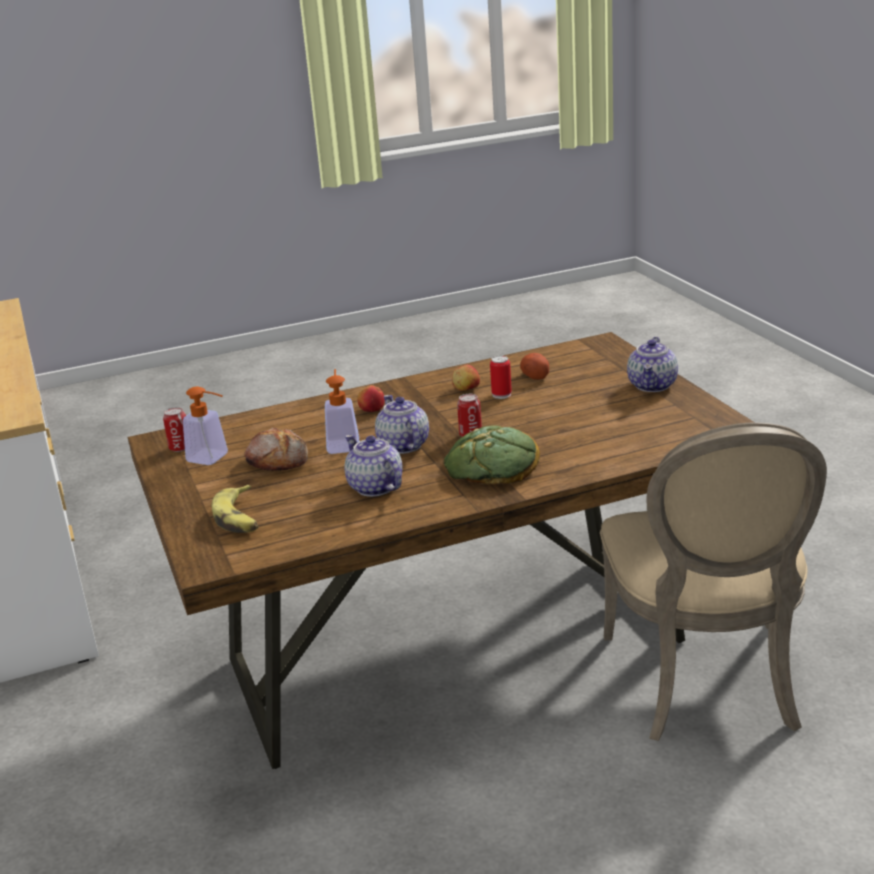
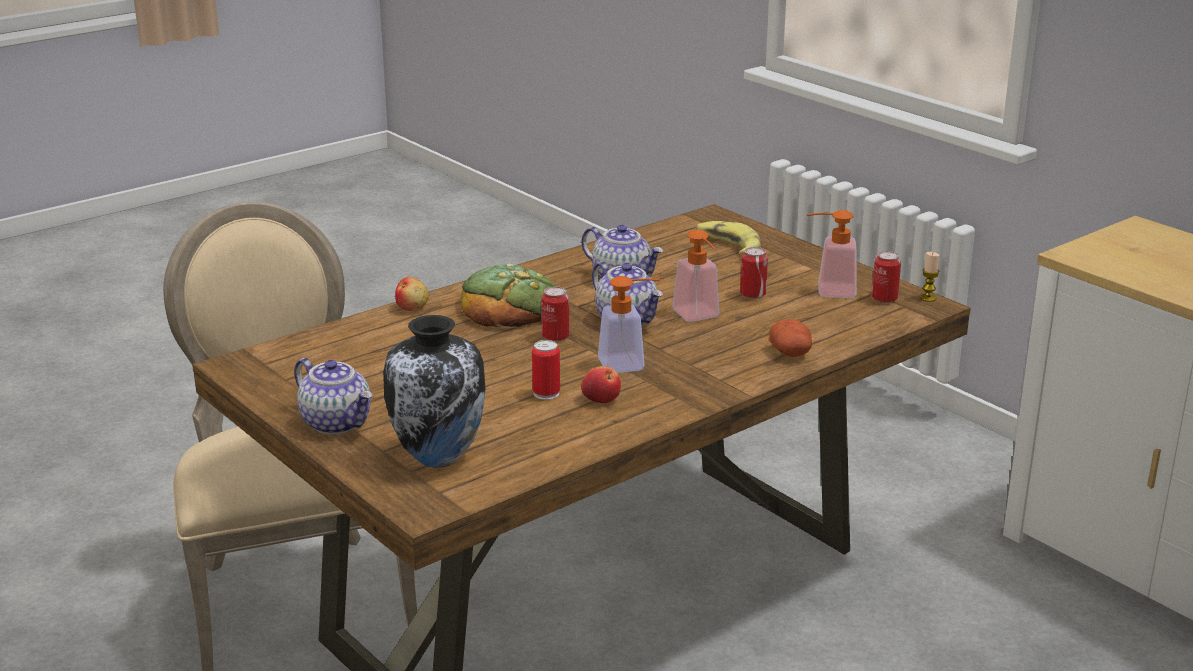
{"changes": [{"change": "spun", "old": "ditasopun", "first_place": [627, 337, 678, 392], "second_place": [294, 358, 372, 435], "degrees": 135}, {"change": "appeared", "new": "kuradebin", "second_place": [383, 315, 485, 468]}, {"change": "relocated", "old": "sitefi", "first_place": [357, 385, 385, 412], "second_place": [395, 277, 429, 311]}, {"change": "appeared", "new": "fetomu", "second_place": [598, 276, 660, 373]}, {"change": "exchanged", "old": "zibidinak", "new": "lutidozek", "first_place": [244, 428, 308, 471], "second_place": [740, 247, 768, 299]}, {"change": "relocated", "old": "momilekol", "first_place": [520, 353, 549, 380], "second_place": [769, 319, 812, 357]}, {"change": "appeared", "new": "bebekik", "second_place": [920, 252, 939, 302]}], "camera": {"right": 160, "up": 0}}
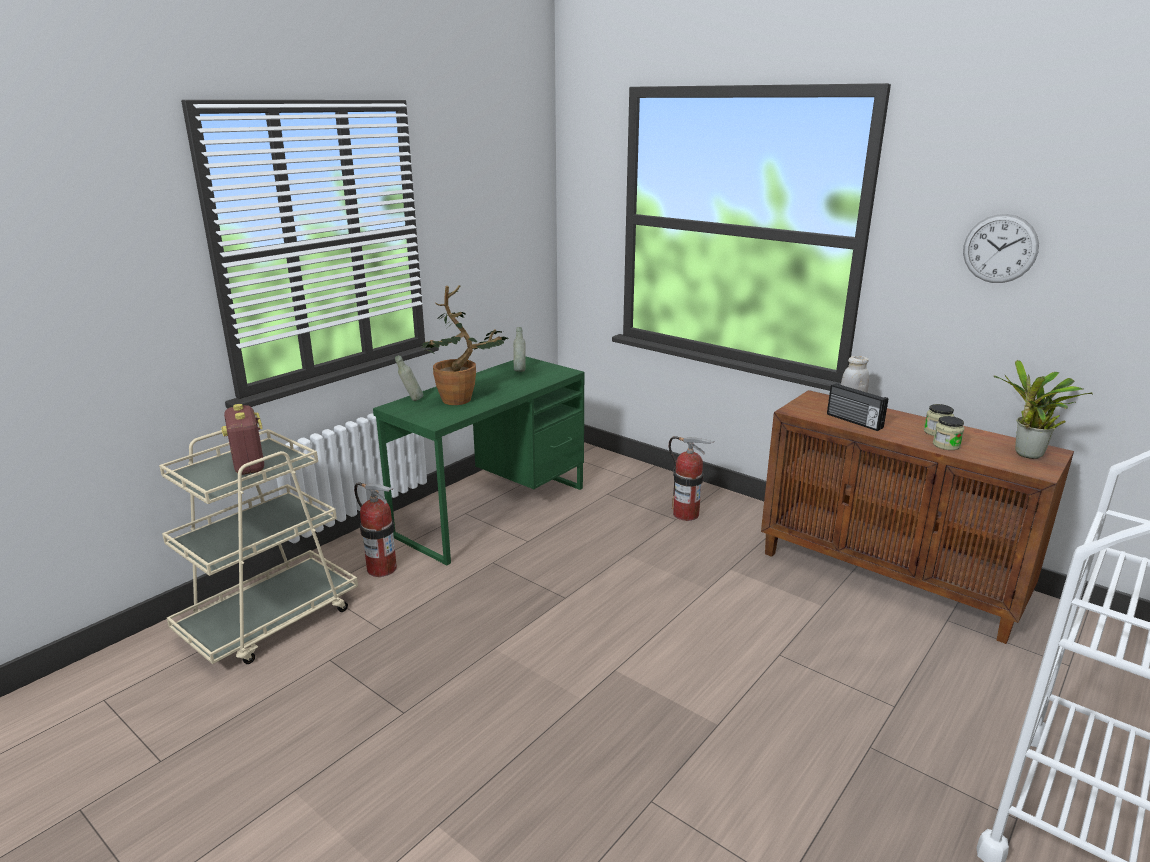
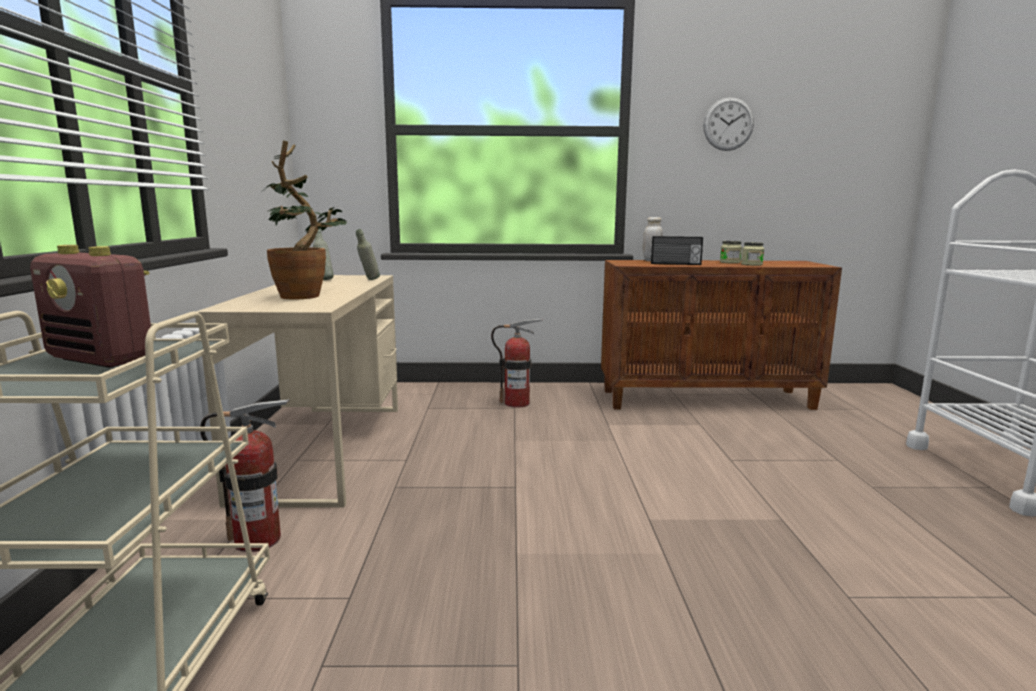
{"changes": [{"change": "colour", "old": "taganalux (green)", "new": "taganalux (beige)", "first_place": [373, 356, 585, 565], "second_place": [196, 275, 398, 507]}, {"change": "relocated", "old": "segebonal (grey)", "first_place": [395, 355, 423, 401], "second_place": [356, 229, 380, 280]}, {"change": "missing", "old": "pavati", "first_place": [994, 360, 1093, 459]}], "camera": {"right": -40, "up": -10}}
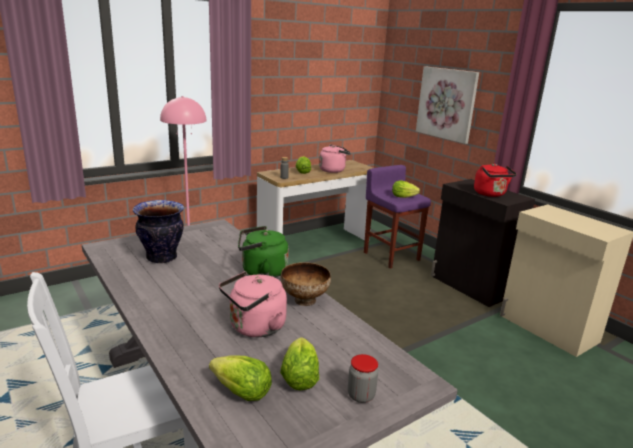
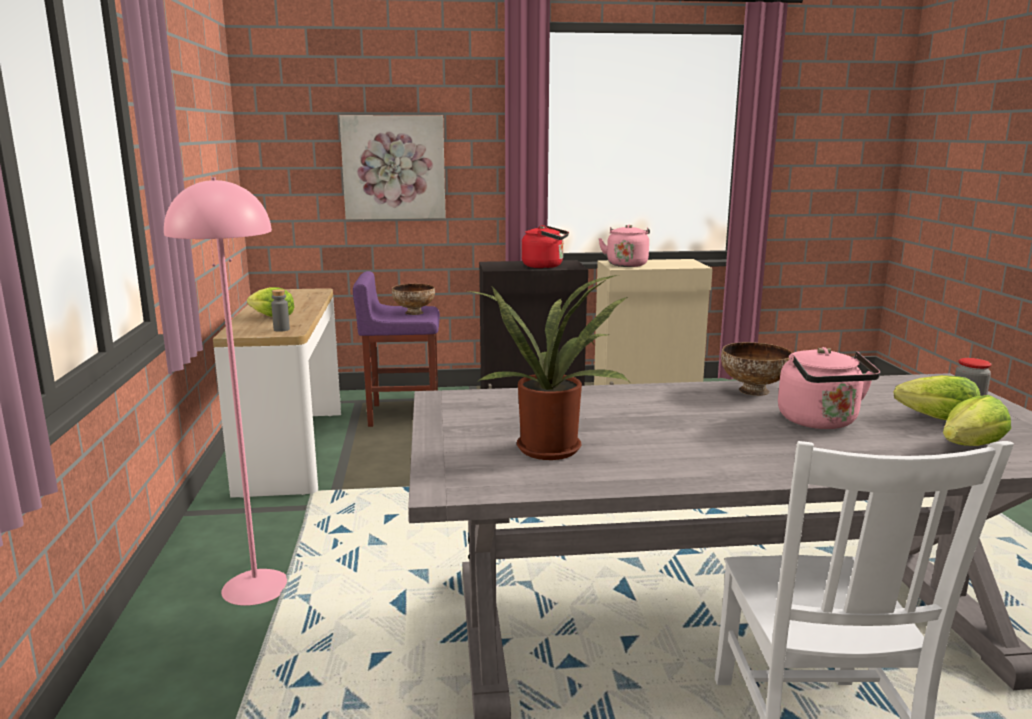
{"changes": [{"change": "exchanged", "old": "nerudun", "new": "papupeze", "first_place": [392, 180, 420, 198], "second_place": [392, 284, 435, 315]}, {"change": "exchanged", "old": "kuradebin", "new": "pavati", "first_place": [133, 200, 184, 263], "second_place": [468, 275, 629, 460]}, {"change": "relocated", "old": "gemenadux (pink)", "first_place": [319, 144, 351, 173], "second_place": [598, 224, 650, 267]}, {"change": "missing", "old": "gemenadux (green)", "first_place": [238, 226, 289, 278]}], "camera": {"right": -60, "up": -5}}
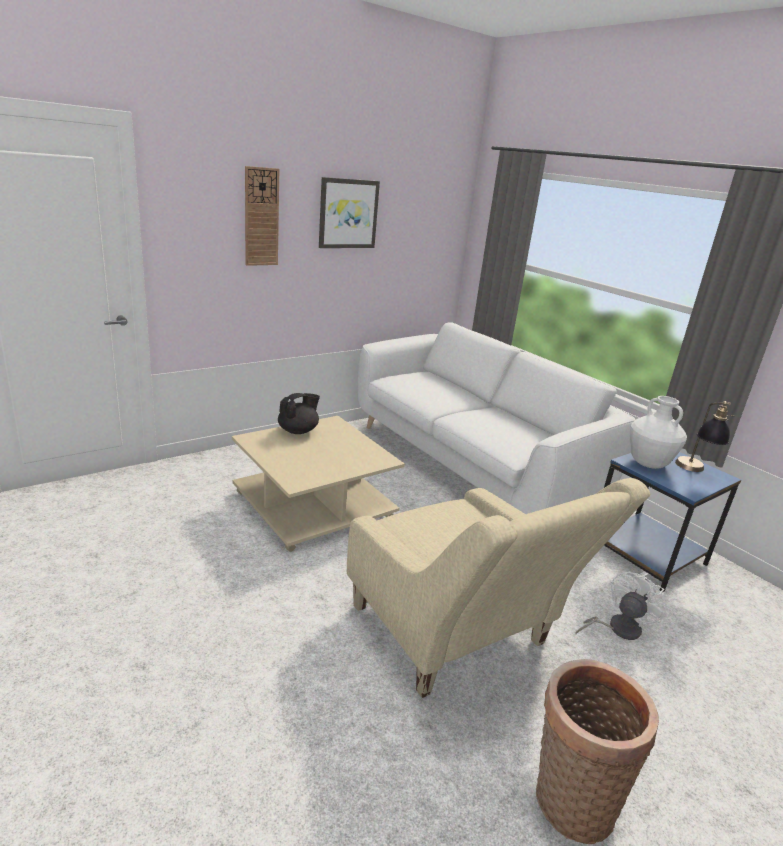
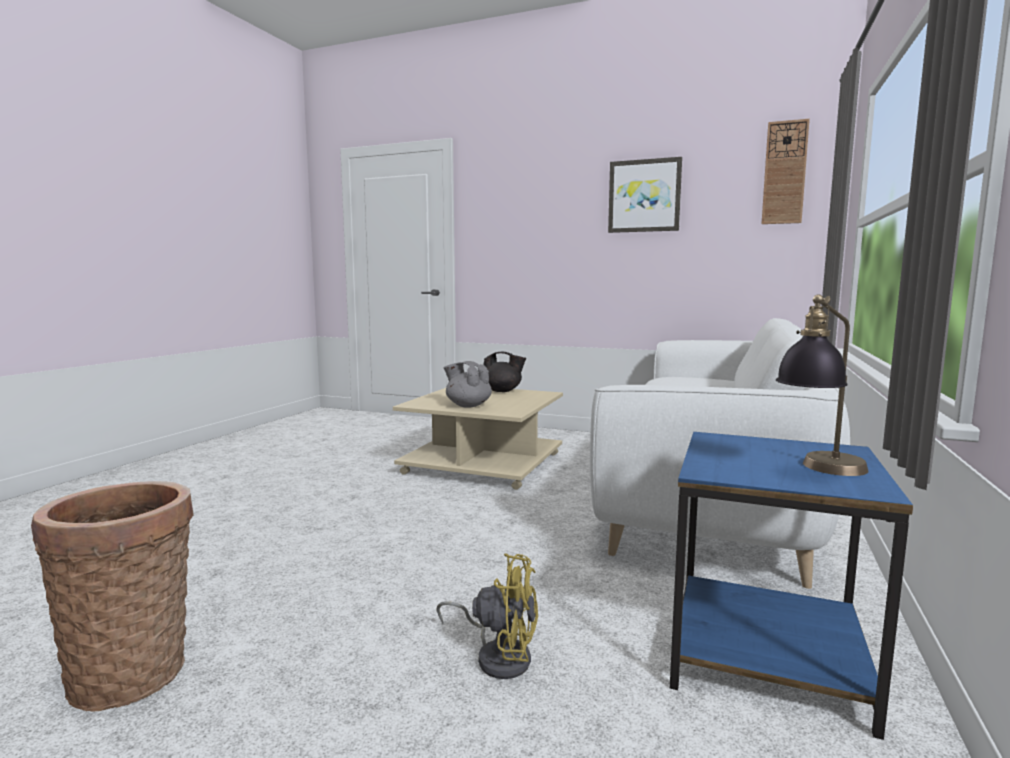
{"changes": [{"change": "colour", "old": "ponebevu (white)", "new": "ponebevu (yellow)", "first_place": [576, 571, 666, 640], "second_place": [436, 553, 538, 679]}, {"change": "appeared", "new": "ditasopun (grey)", "second_place": [444, 361, 492, 407]}, {"change": "relocated", "old": "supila", "first_place": [245, 166, 279, 266], "second_place": [761, 119, 810, 224]}, {"change": "missing", "old": "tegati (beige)", "first_place": [347, 478, 650, 698]}, {"change": "missing", "old": "kuradebin (white)", "first_place": [630, 396, 687, 469]}], "camera": {"right": 60, "up": -15}}
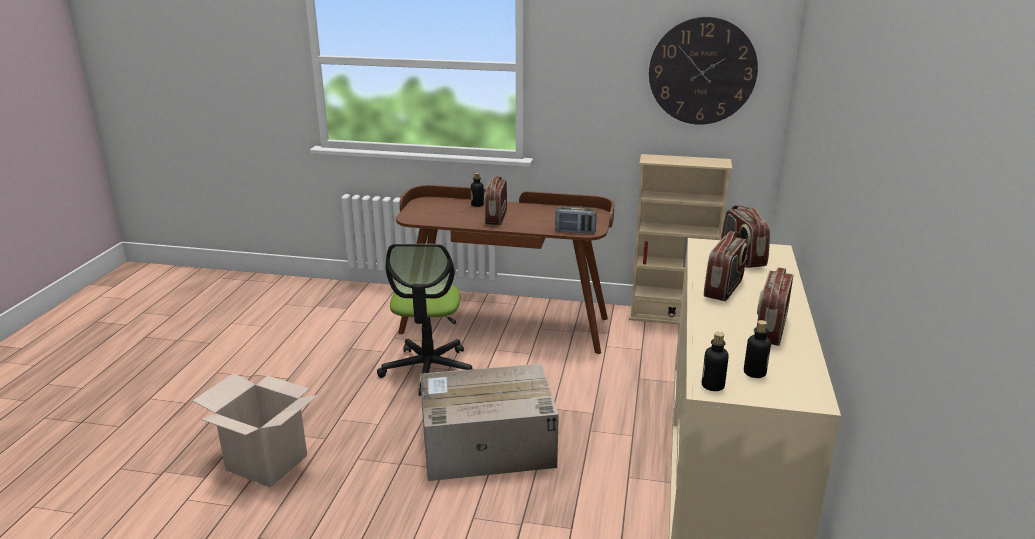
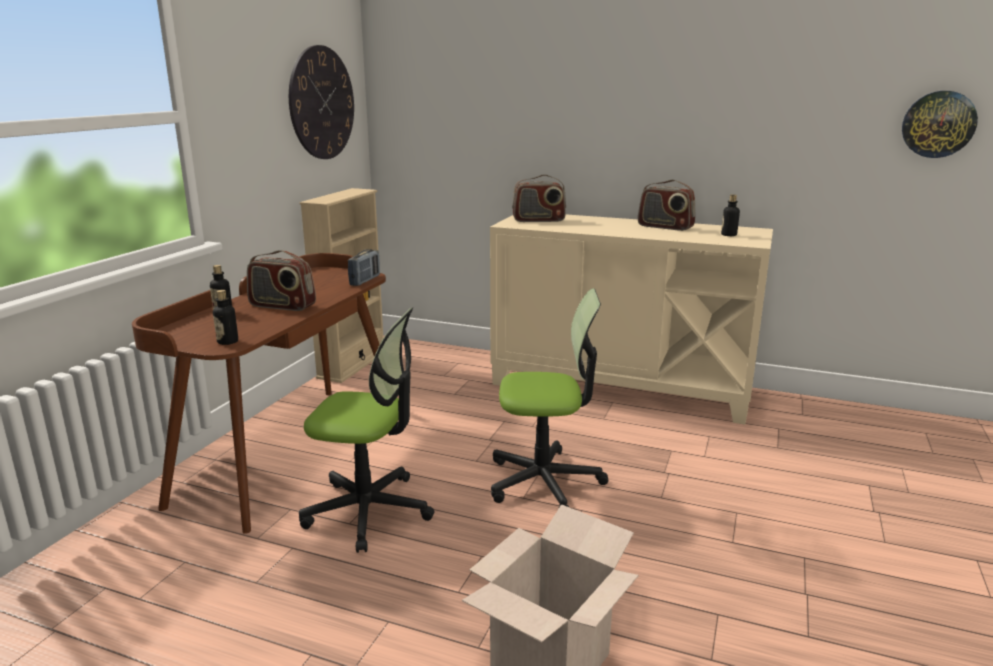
{"changes": [{"change": "relocated", "old": "segebonal", "first_place": [702, 332, 729, 391], "second_place": [213, 290, 238, 345]}, {"change": "exchanged", "old": "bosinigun", "new": "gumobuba", "first_place": [420, 364, 559, 481], "second_place": [491, 288, 608, 509]}, {"change": "appeared", "new": "supila", "second_place": [902, 91, 978, 158]}, {"change": "missing", "old": "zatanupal", "first_place": [704, 231, 748, 301]}], "camera": {"right": -80, "up": -5}}
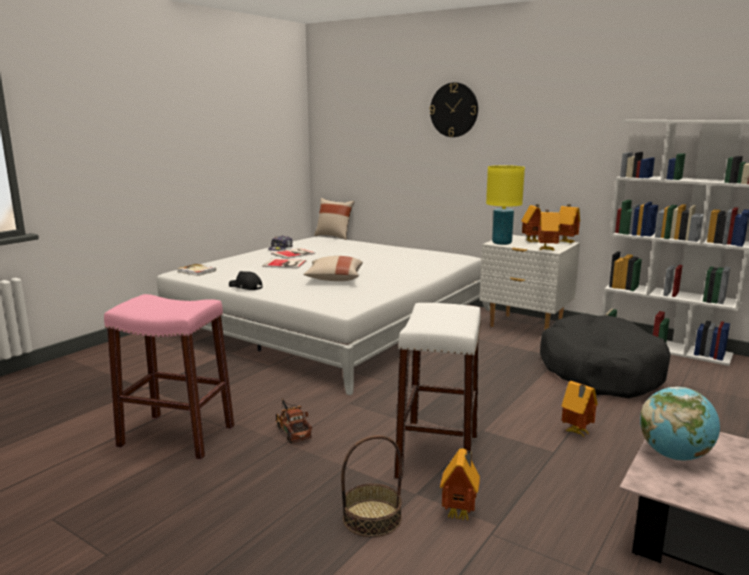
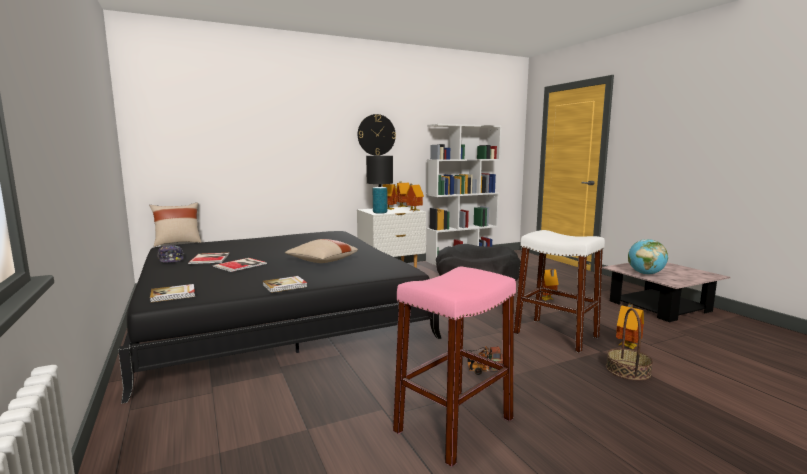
{"changes": [{"change": "colour", "old": "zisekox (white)", "new": "zisekox (black)", "first_place": [156, 237, 490, 395], "second_place": [118, 231, 442, 404]}, {"change": "exchanged", "old": "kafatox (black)", "new": "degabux", "first_place": [229, 271, 263, 290], "second_place": [263, 276, 307, 293]}, {"change": "relocated", "old": "supila", "first_place": [430, 82, 478, 137], "second_place": [358, 114, 396, 156]}, {"change": "colour", "old": "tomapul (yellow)", "new": "tomapul (black)", "first_place": [486, 165, 525, 245], "second_place": [366, 156, 393, 214]}], "camera": {"right": -60, "up": -5}}
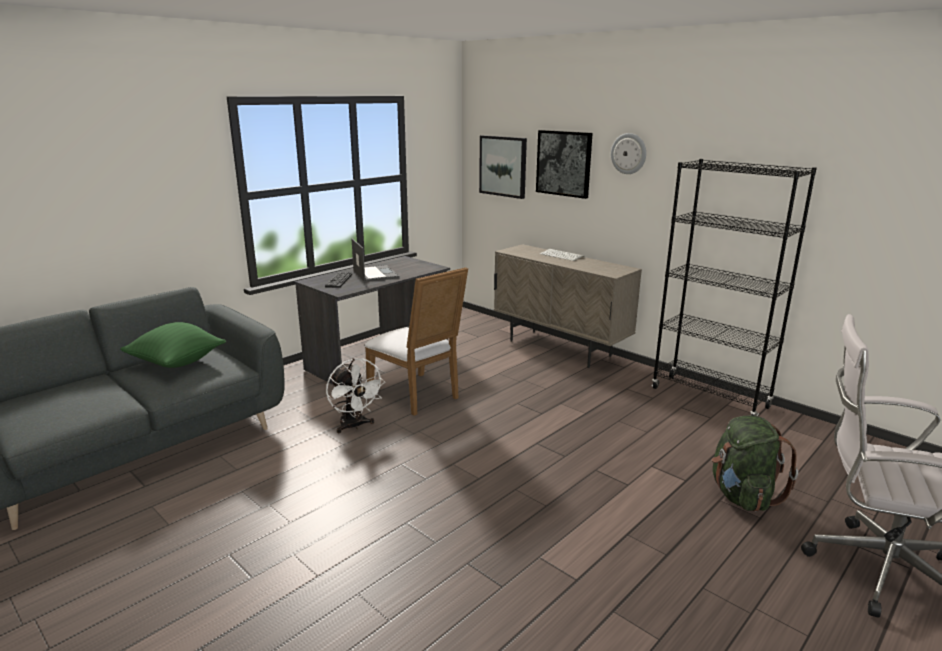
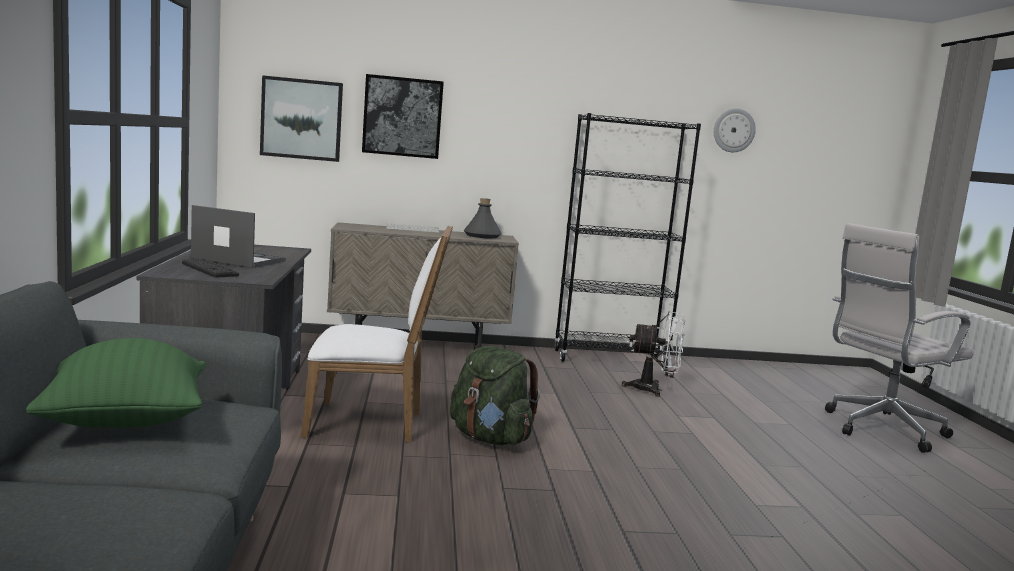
{"changes": [{"change": "relocated", "old": "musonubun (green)", "first_place": [712, 415, 798, 511], "second_place": [450, 346, 540, 445]}, {"change": "appeared", "new": "segebonal (grey)", "second_place": [464, 198, 502, 238]}, {"change": "relocated", "old": "ponebevu (white)", "first_place": [326, 358, 385, 433], "second_place": [622, 312, 685, 397]}, {"change": "relocated", "old": "supila", "first_place": [611, 133, 646, 174], "second_place": [714, 108, 756, 152]}], "camera": {"right": -50, "up": -10}}
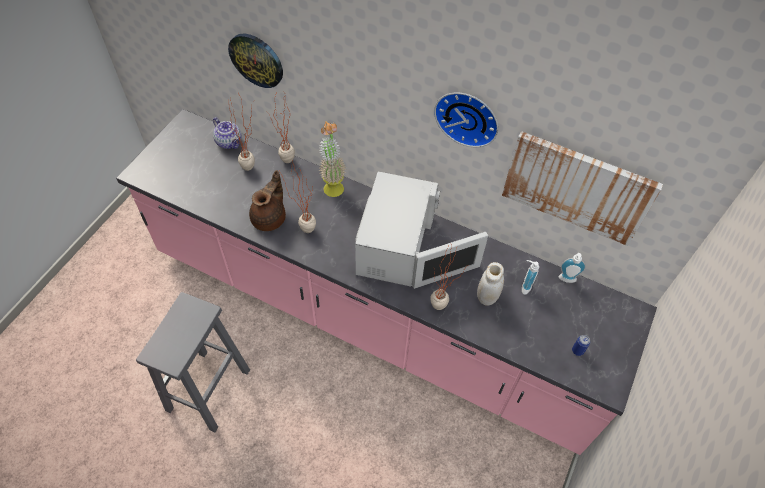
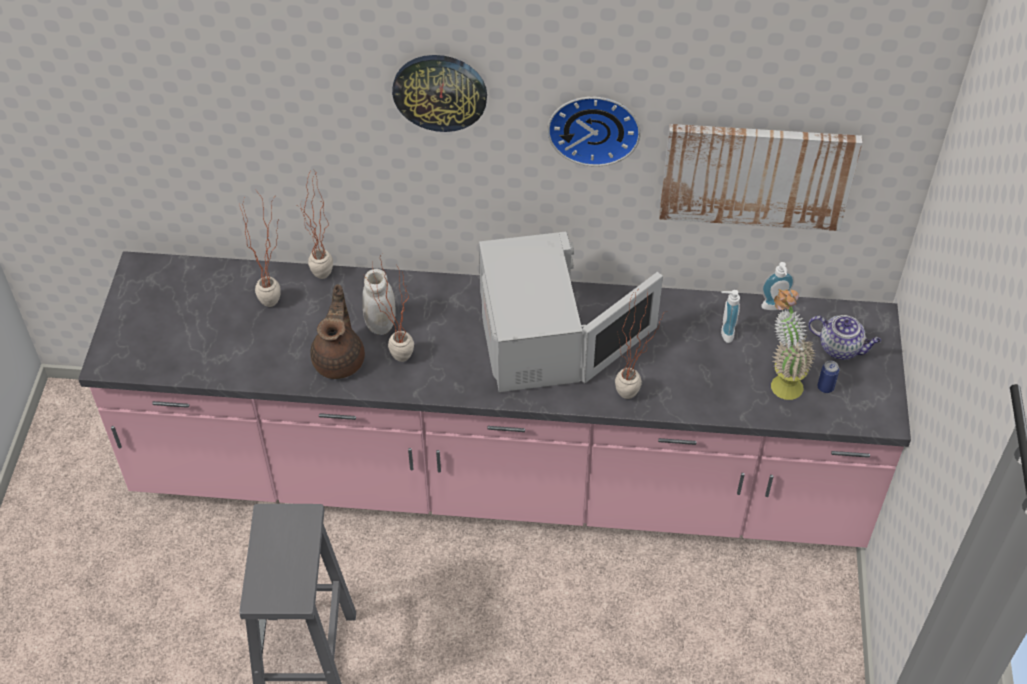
{"changes": [{"change": "relocated", "old": "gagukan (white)", "first_place": [477, 262, 504, 306], "second_place": [362, 269, 395, 335]}, {"change": "relocated", "old": "supila", "first_place": [228, 34, 283, 88], "second_place": [392, 55, 487, 132]}, {"change": "relocated", "old": "pavati", "first_place": [319, 121, 347, 197], "second_place": [771, 288, 815, 400]}, {"change": "relocated", "old": "ditasopun", "first_place": [213, 117, 241, 149], "second_place": [808, 315, 881, 360]}], "camera": {"right": -20, "up": -5}}
